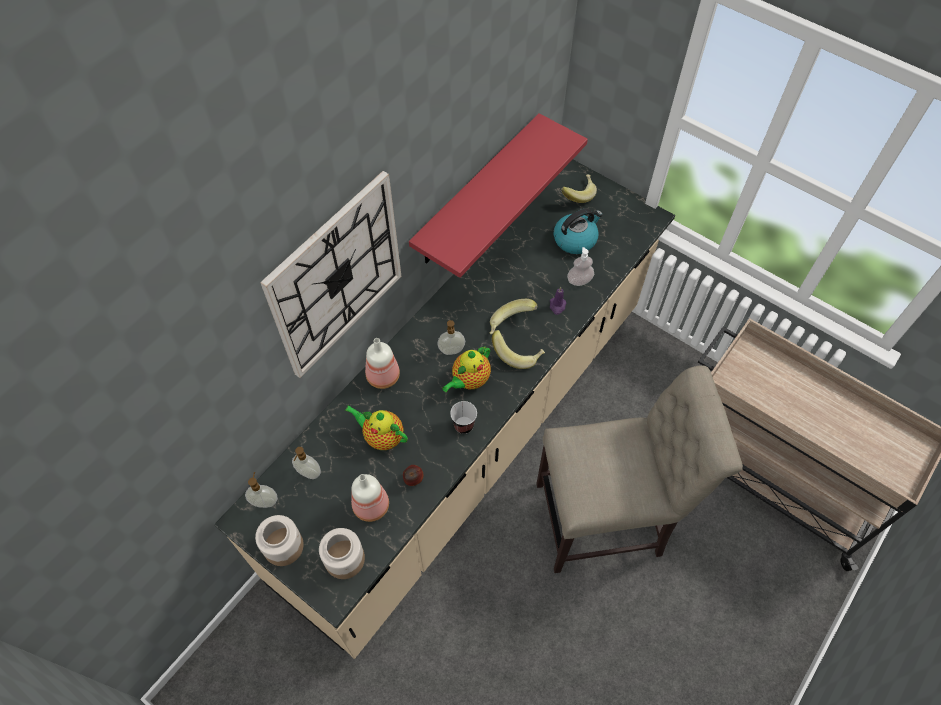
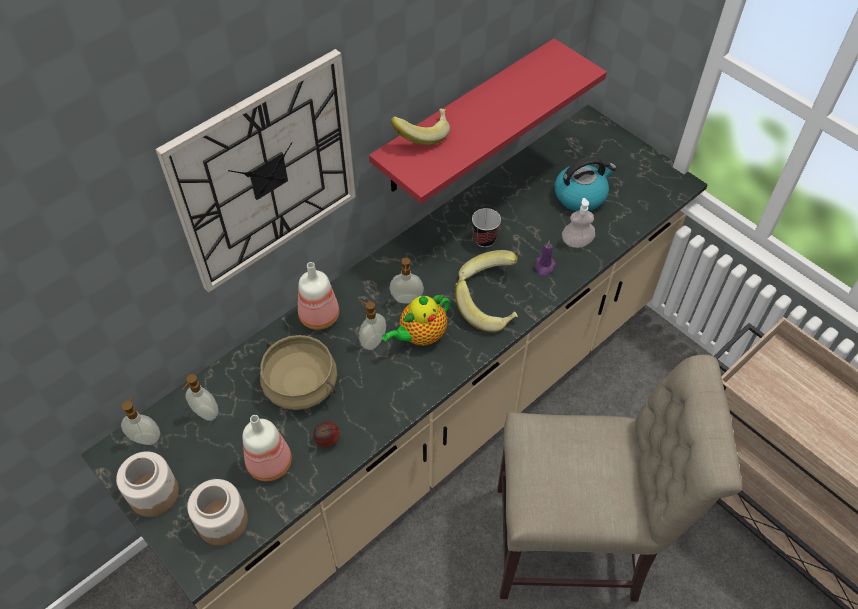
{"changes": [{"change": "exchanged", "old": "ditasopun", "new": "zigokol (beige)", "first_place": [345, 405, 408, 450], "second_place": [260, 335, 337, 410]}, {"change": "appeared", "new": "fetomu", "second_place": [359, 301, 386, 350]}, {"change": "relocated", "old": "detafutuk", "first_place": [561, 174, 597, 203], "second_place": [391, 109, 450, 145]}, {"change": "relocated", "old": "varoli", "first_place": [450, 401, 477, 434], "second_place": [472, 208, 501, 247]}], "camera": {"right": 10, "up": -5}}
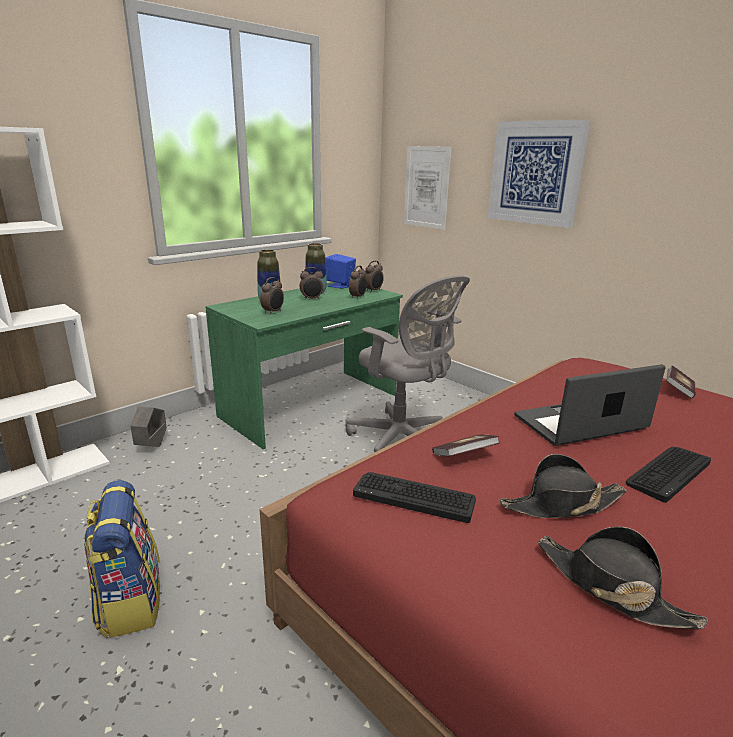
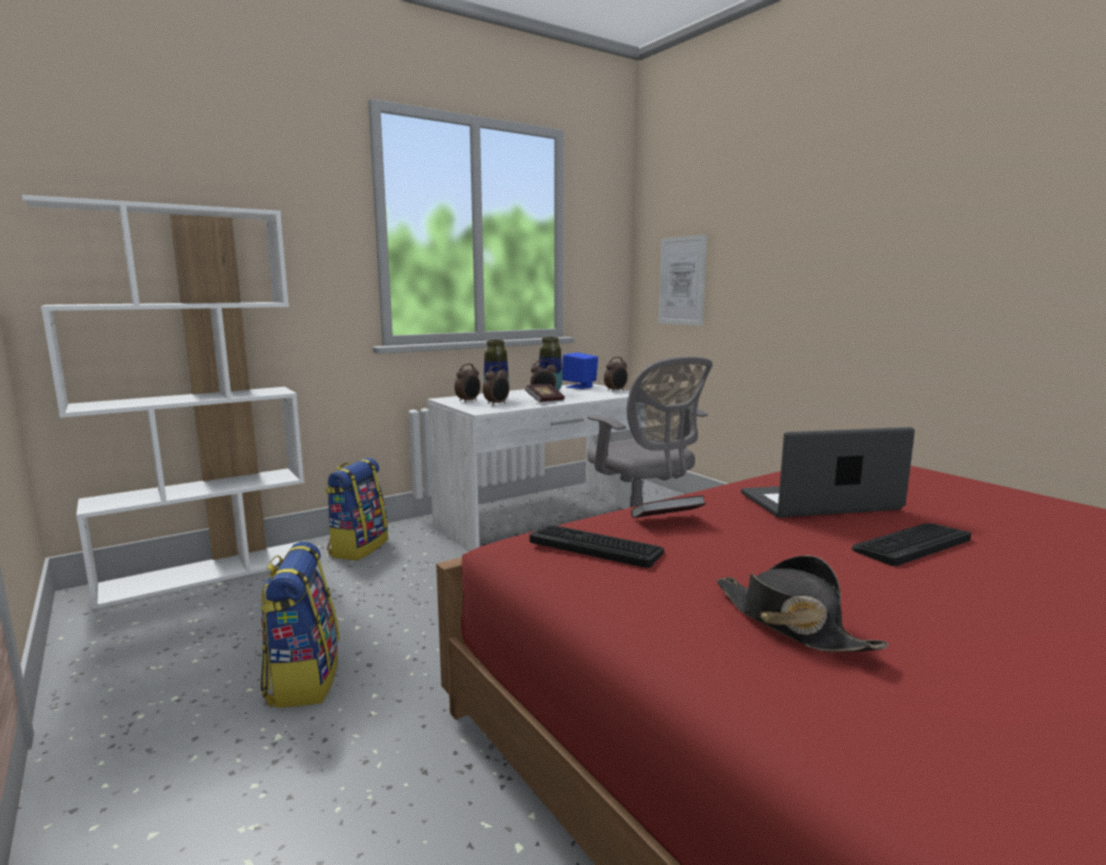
{"changes": [{"change": "exchanged", "old": "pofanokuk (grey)", "new": "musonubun", "first_place": [130, 407, 167, 447], "second_place": [325, 458, 388, 560]}, {"change": "colour", "old": "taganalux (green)", "new": "taganalux (white)", "first_place": [205, 282, 403, 449], "second_place": [428, 383, 645, 552]}, {"change": "relocated", "old": "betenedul", "first_place": [349, 266, 367, 299], "second_place": [455, 364, 481, 403]}, {"change": "relocated", "old": "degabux", "first_place": [666, 365, 696, 399], "second_place": [525, 384, 565, 402]}, {"change": "missing", "old": "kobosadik", "first_place": [488, 119, 591, 228]}, {"change": "missing", "old": "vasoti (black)", "first_place": [499, 454, 627, 518]}], "camera": {"right": 10, "up": -10}}
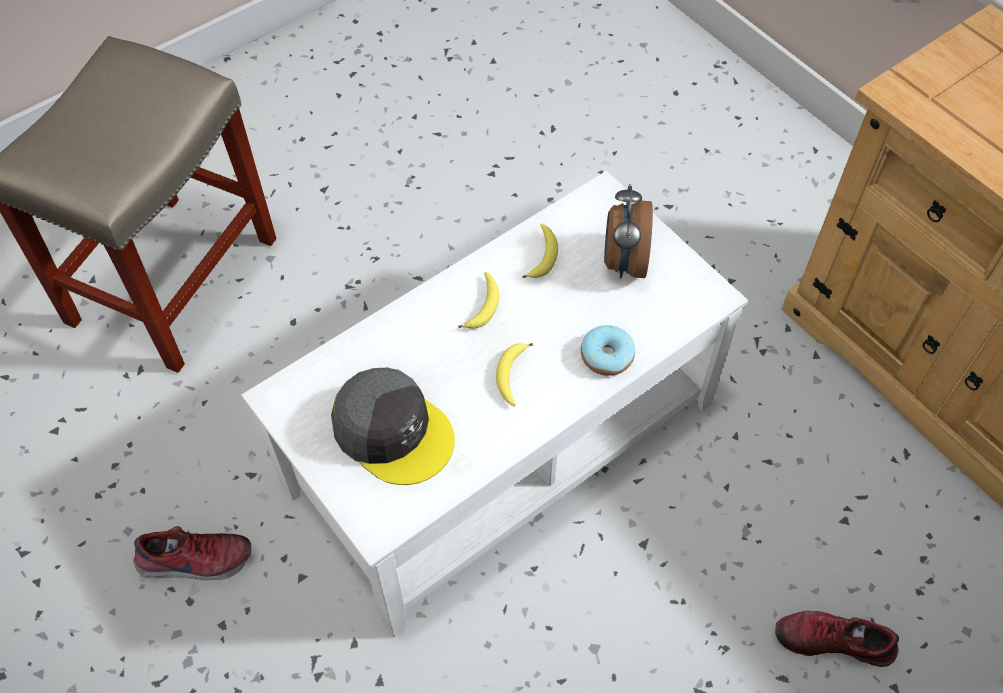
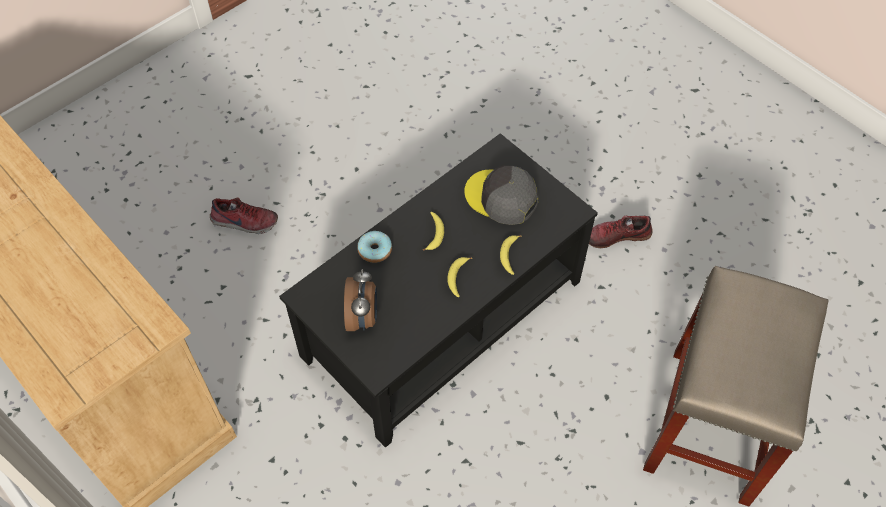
{"changes": [{"change": "colour", "old": "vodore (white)", "new": "vodore (black)", "first_place": [241, 171, 748, 637], "second_place": [279, 133, 598, 448]}, {"change": "relocated", "old": "detafutuk", "first_place": [522, 224, 558, 278], "second_place": [500, 235, 521, 275]}], "camera": {"right": 175, "up": 0}}
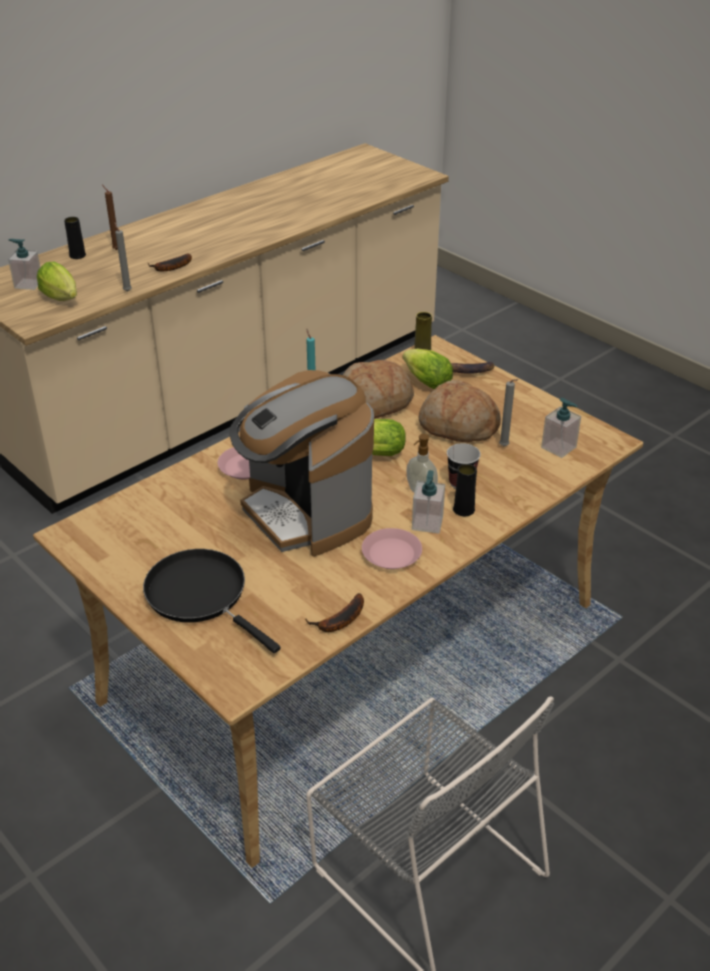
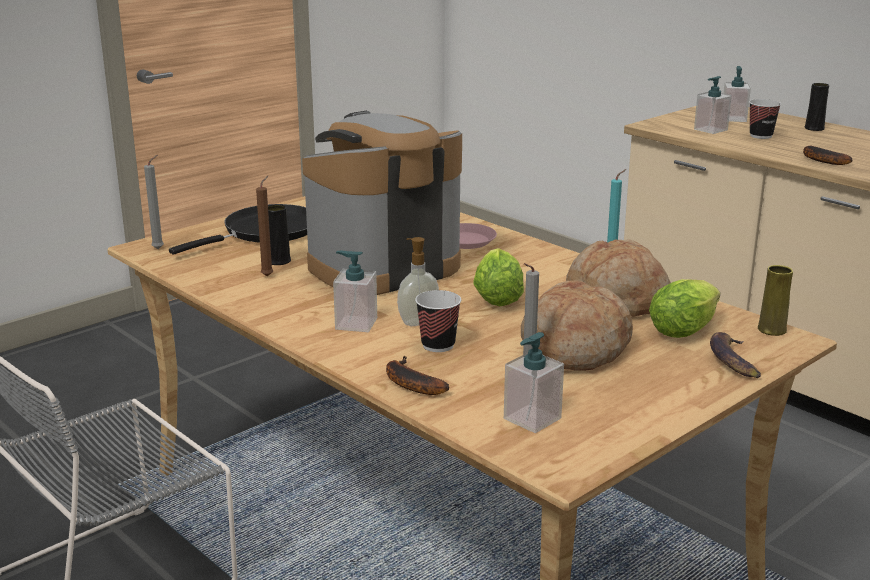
{"changes": [{"change": "relocated", "old": "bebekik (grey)", "first_place": [114, 222, 132, 291], "second_place": [144, 155, 164, 249]}, {"change": "relocated", "old": "bebekik (brown)", "first_place": [102, 185, 118, 250], "second_place": [256, 176, 273, 277]}, {"change": "relocated", "old": "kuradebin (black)", "first_place": [453, 464, 477, 516], "second_place": [268, 204, 291, 265]}, {"change": "relocated", "old": "detafutuk", "first_place": [305, 593, 364, 632], "second_place": [386, 356, 449, 395]}, {"change": "exchanged", "old": "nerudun", "new": "fetomu", "first_place": [37, 262, 77, 301], "second_place": [694, 76, 732, 134]}, {"change": "appeared", "new": "varoli", "second_place": [749, 99, 781, 139]}, {"change": "missing", "old": "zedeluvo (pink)", "first_place": [362, 528, 422, 569]}], "camera": {"right": 90, "up": -15}}
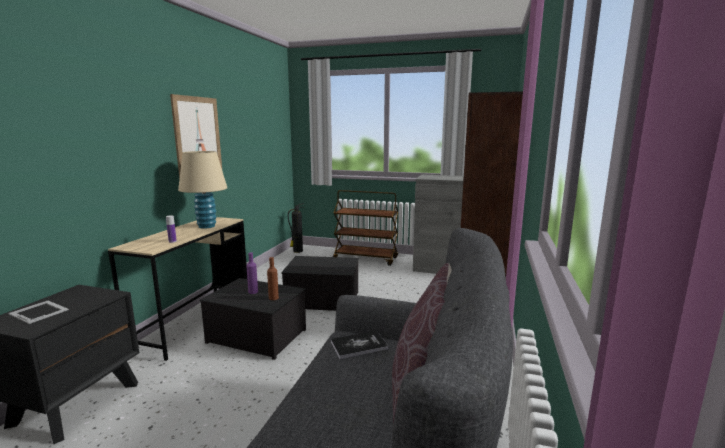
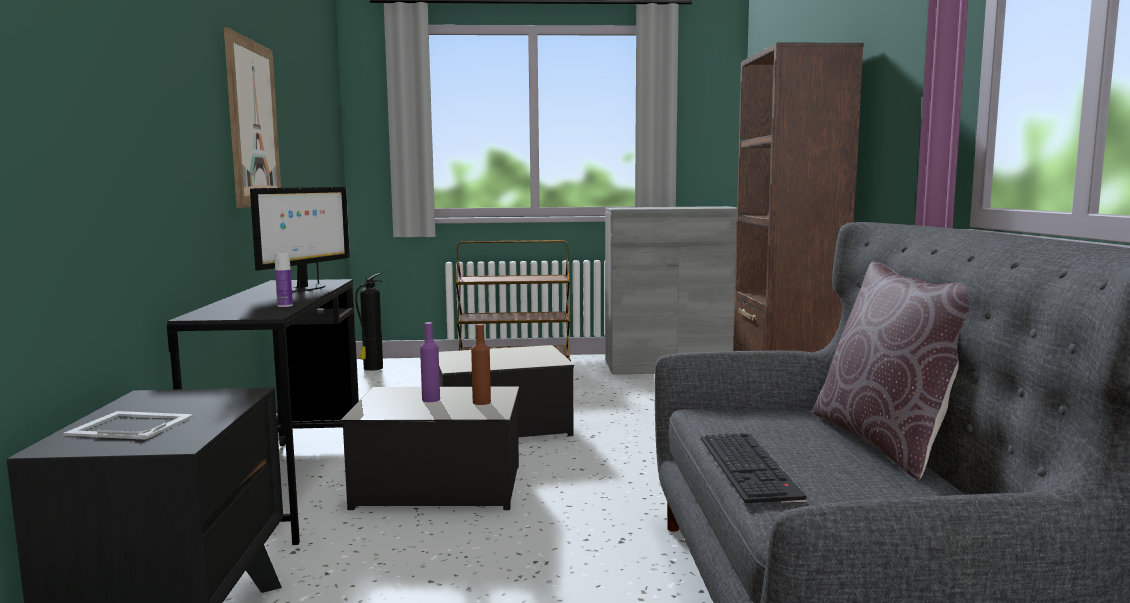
{"changes": [{"change": "colour", "old": "taganalux (beige)", "new": "taganalux (black)", "first_place": [108, 217, 247, 361], "second_place": [167, 279, 359, 545]}, {"change": "exchanged", "old": "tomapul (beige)", "new": "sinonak", "first_place": [178, 151, 227, 229], "second_place": [250, 187, 350, 292]}, {"change": "appeared", "new": "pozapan", "second_place": [701, 433, 807, 503]}, {"change": "missing", "old": "degabux", "first_place": [331, 331, 389, 359]}], "camera": {"right": -20, "up": -5}}
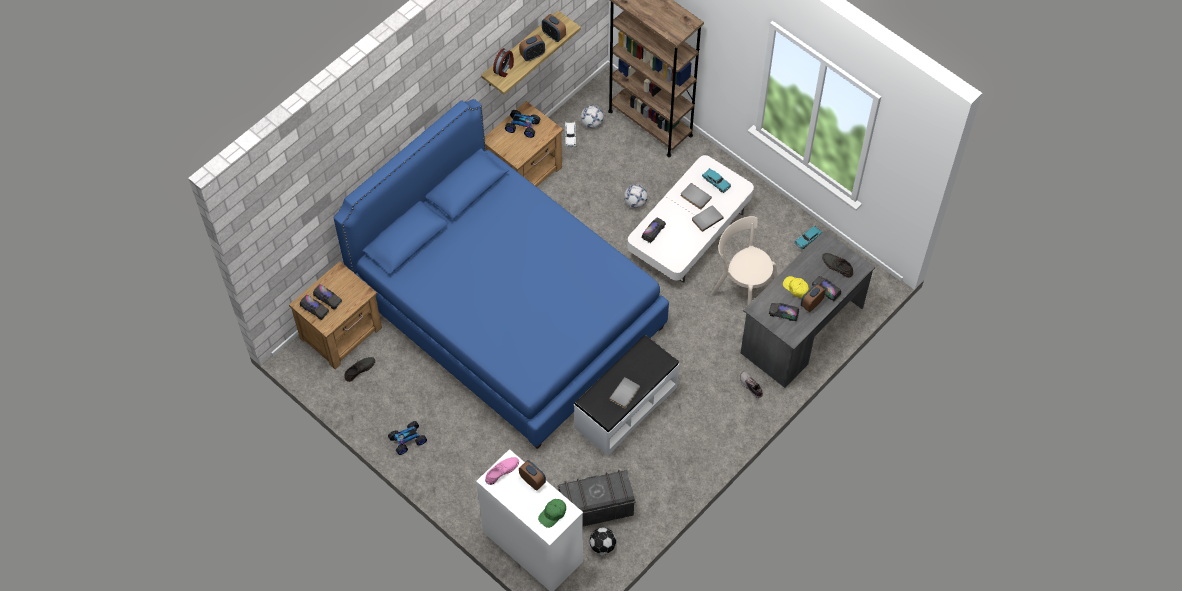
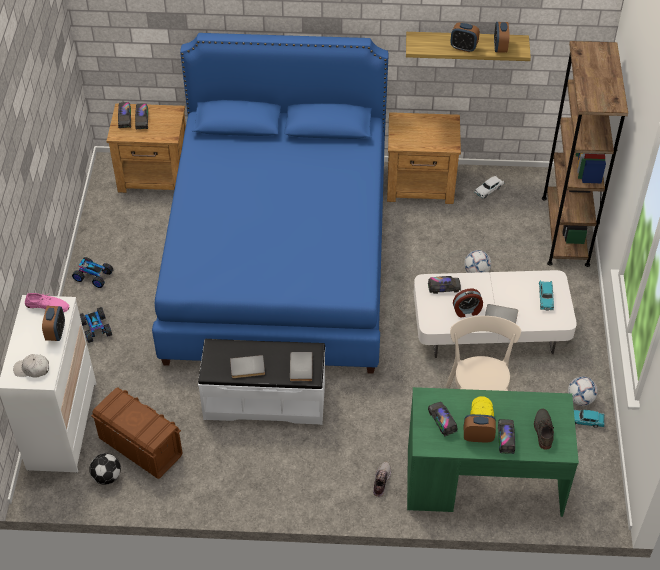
{"changes": [{"change": "colour", "old": "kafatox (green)", "new": "kafatox (white)", "first_place": [538, 499, 566, 528], "second_place": [13, 354, 49, 377]}, {"change": "relocated", "old": "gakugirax", "first_place": [505, 110, 541, 138], "second_place": [80, 307, 112, 343]}, {"change": "colour", "old": "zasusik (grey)", "new": "zasusik (brown)", "first_place": [557, 470, 636, 526], "second_place": [91, 388, 182, 479]}, {"change": "relocated", "old": "degabux (grey)", "first_place": [681, 183, 712, 209], "second_place": [290, 352, 313, 381]}, {"change": "colour", "old": "taganalux (grey)", "new": "taganalux (green)", "first_place": [741, 230, 875, 388], "second_place": [407, 387, 579, 517]}, {"change": "relocated", "old": "betenedul", "first_place": [493, 48, 514, 77], "second_place": [453, 289, 483, 318]}, {"change": "relocated", "old": "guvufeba", "first_place": [581, 105, 604, 128], "second_place": [568, 377, 598, 406]}, {"change": "missing", "old": "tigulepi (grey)", "first_place": [344, 357, 375, 382]}], "camera": {"right": 50, "up": -10}}
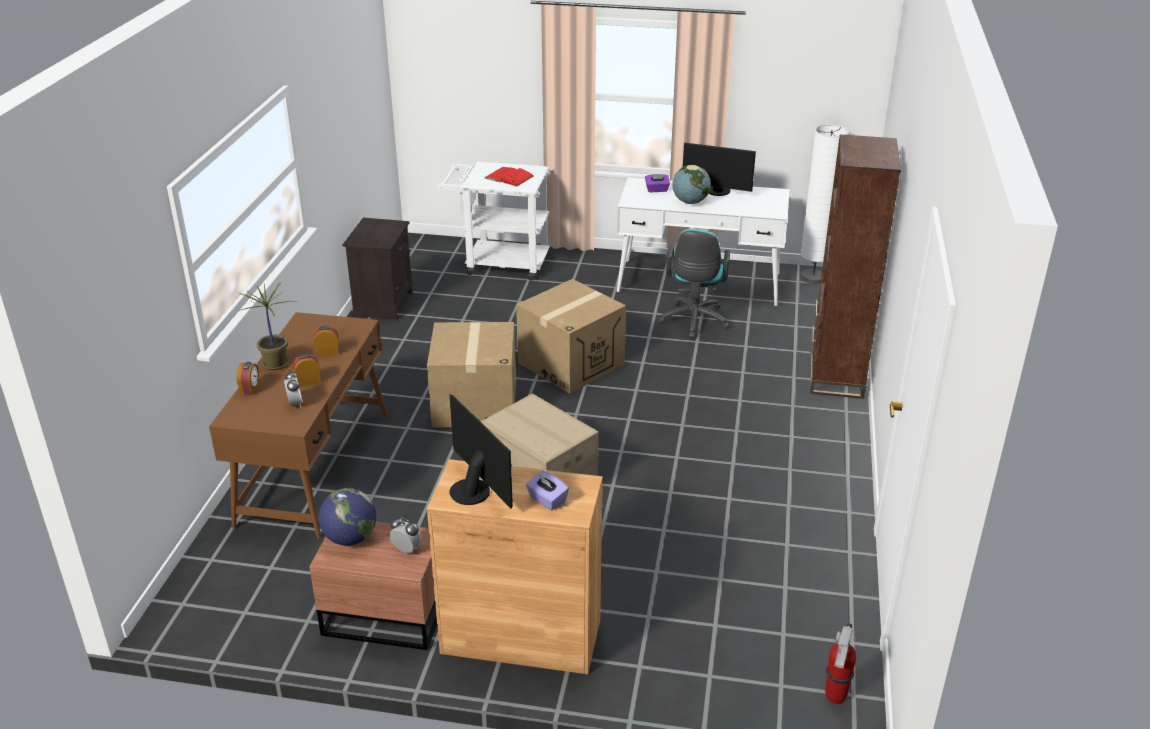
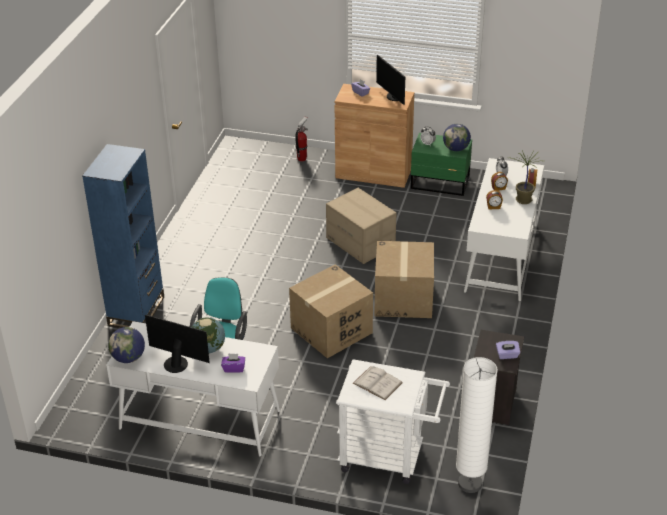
{"changes": [{"change": "colour", "old": "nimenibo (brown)", "new": "nimenibo (blue)", "first_place": [810, 134, 901, 399], "second_place": [82, 144, 164, 328]}, {"change": "appeared", "new": "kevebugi", "second_place": [108, 327, 145, 363]}, {"change": "relocated", "old": "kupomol", "first_place": [825, 624, 856, 704], "second_place": [295, 117, 308, 162]}, {"change": "colour", "old": "degabux (red)", "new": "degabux (white)", "first_place": [485, 167, 534, 187], "second_place": [353, 366, 403, 400]}, {"change": "colour", "old": "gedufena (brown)", "new": "gedufena (green)", "first_place": [309, 522, 437, 650], "second_place": [411, 133, 472, 196]}, {"change": "relocated", "old": "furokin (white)", "first_place": [800, 124, 849, 284], "second_place": [456, 357, 498, 493]}, {"change": "colour", "old": "taganalux (brown)", "new": "taganalux (white)", "first_place": [209, 312, 388, 539], "second_place": [464, 158, 544, 301]}, {"change": "appeared", "new": "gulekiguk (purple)", "second_place": [496, 341, 520, 359]}], "camera": {"right": -175, "up": 5}}
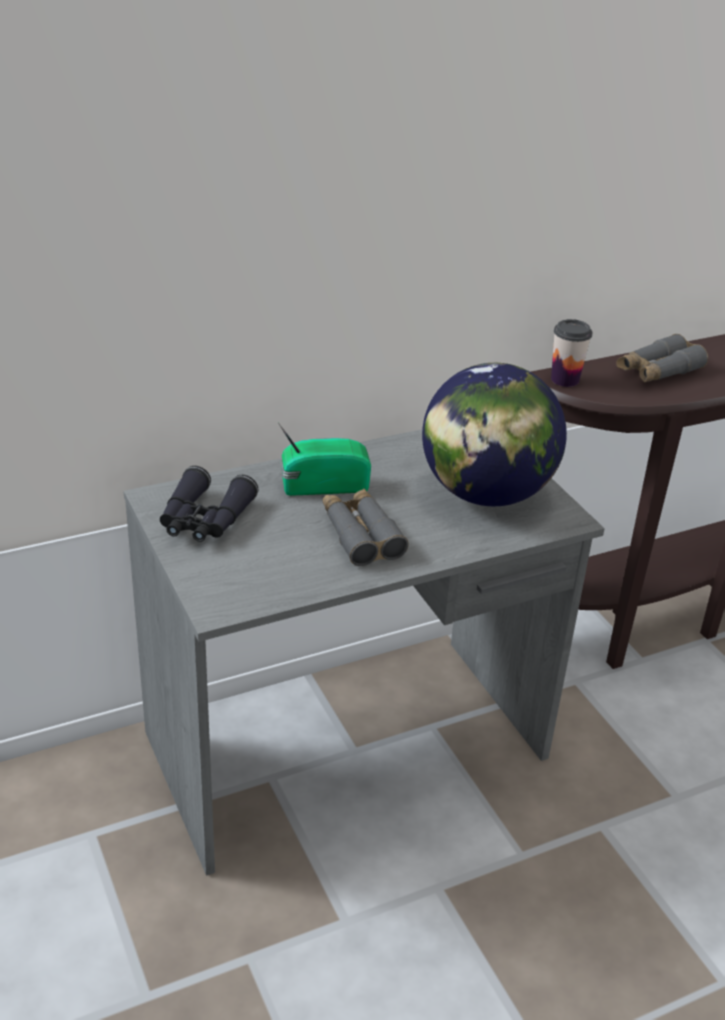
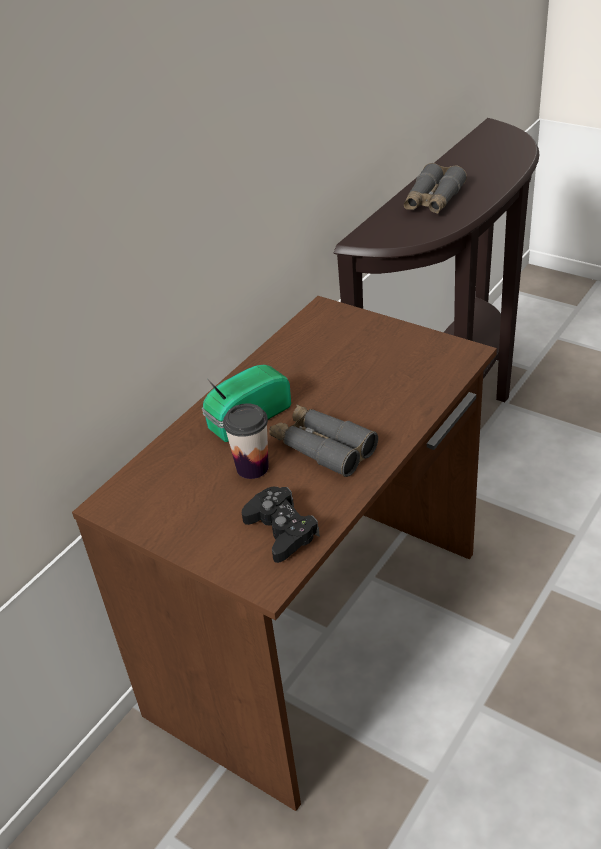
{"changes": [{"change": "colour", "old": "taganalux (grey)", "new": "taganalux (brown)", "first_place": [123, 429, 605, 876], "second_place": [72, 296, 497, 811]}, {"change": "relocated", "old": "varoli", "first_place": [551, 319, 592, 387], "second_place": [223, 403, 269, 479]}, {"change": "appeared", "new": "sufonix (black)", "second_place": [242, 487, 320, 563]}, {"change": "missing", "old": "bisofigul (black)", "first_place": [160, 466, 258, 542]}, {"change": "missing", "old": "kevebugi", "first_place": [422, 363, 567, 506]}], "camera": {"right": -25, "up": 5}}
